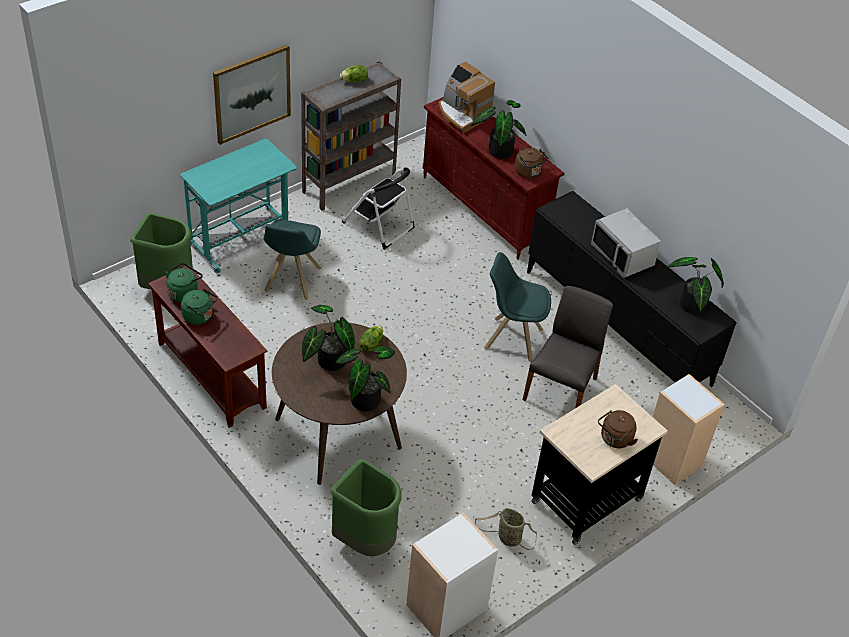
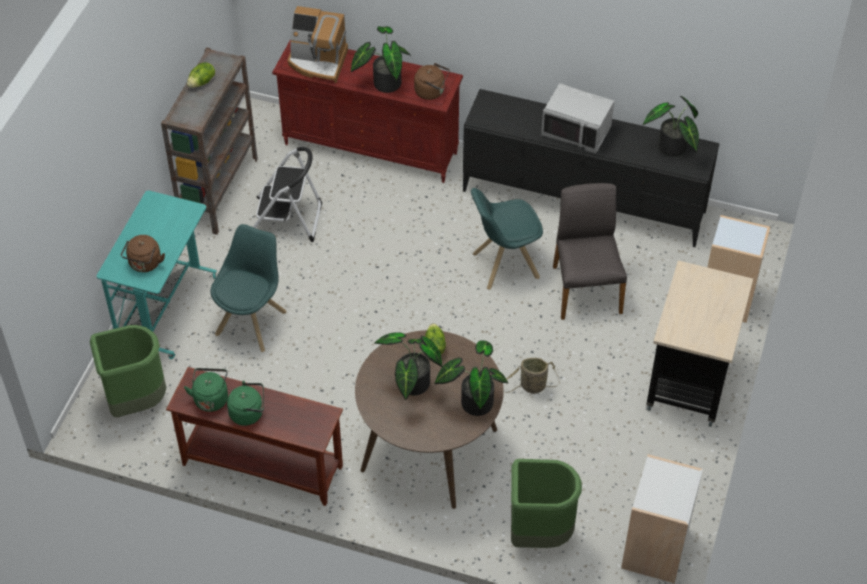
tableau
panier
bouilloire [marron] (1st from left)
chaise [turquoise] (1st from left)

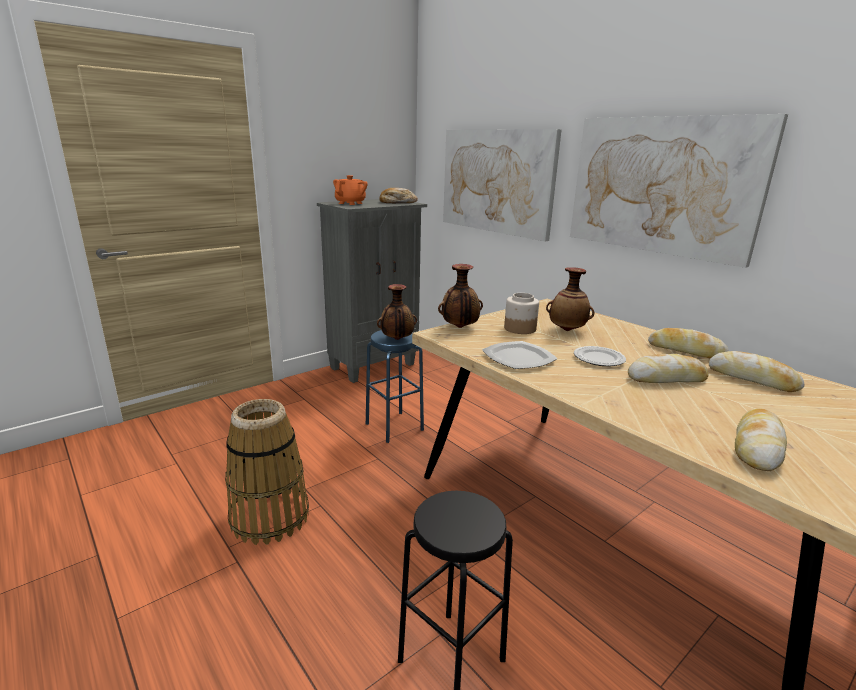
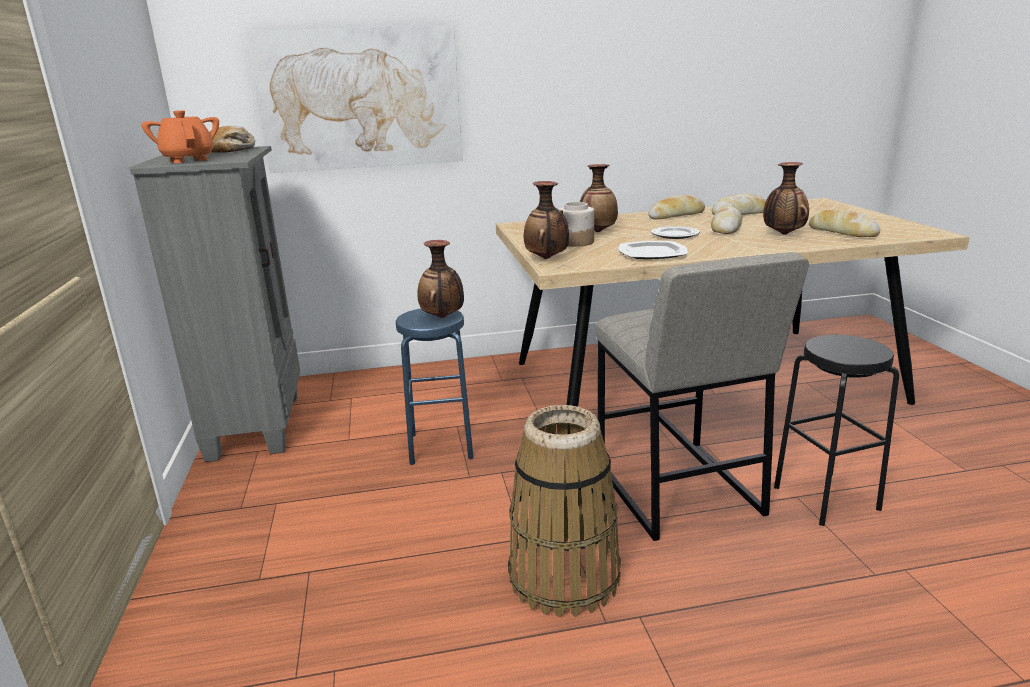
tableau (2nd from left in the first image)
chaise [gris]
vase (4th from left)

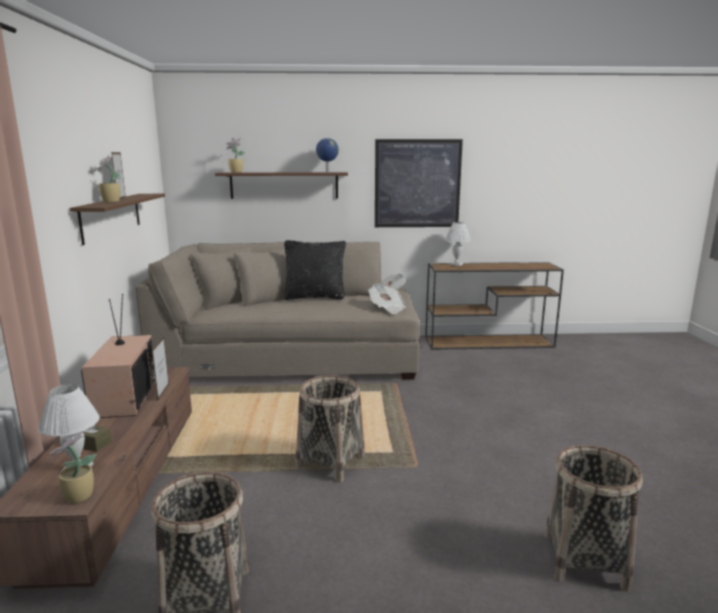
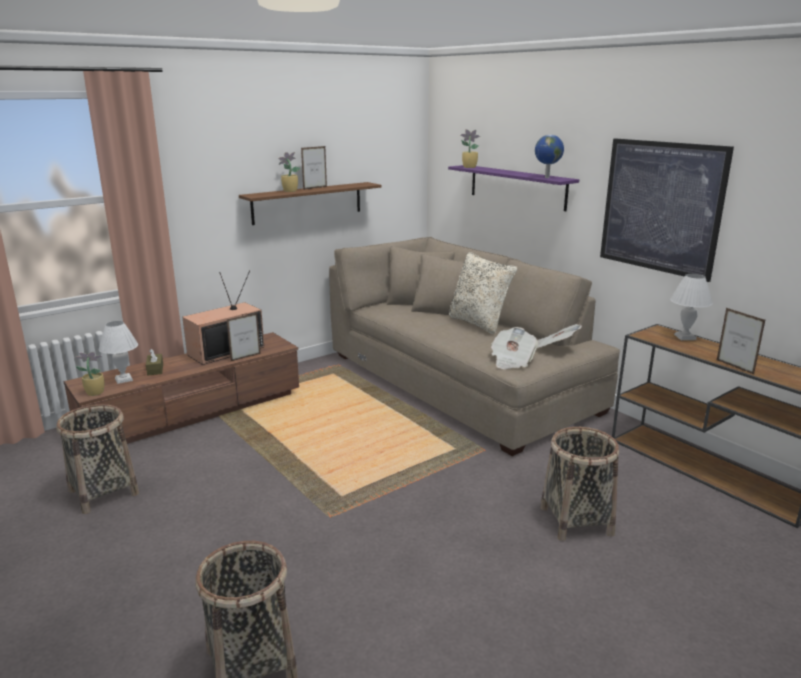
cadre photo (3rd from left)
panier (3rd from left)
étagère [violet]
coussin [beige]

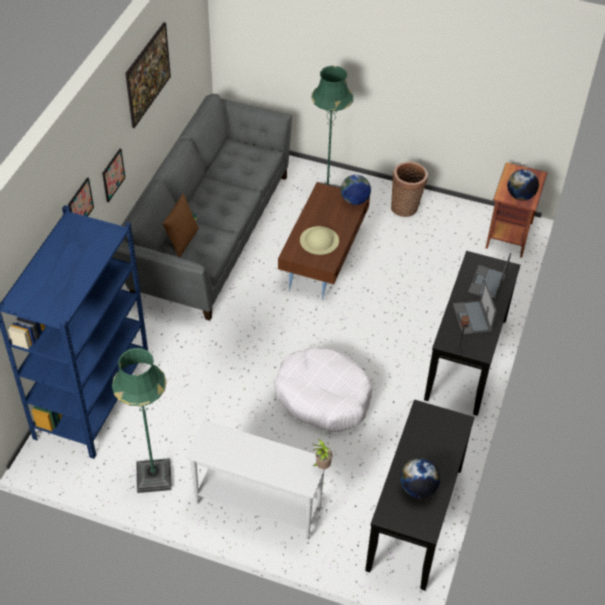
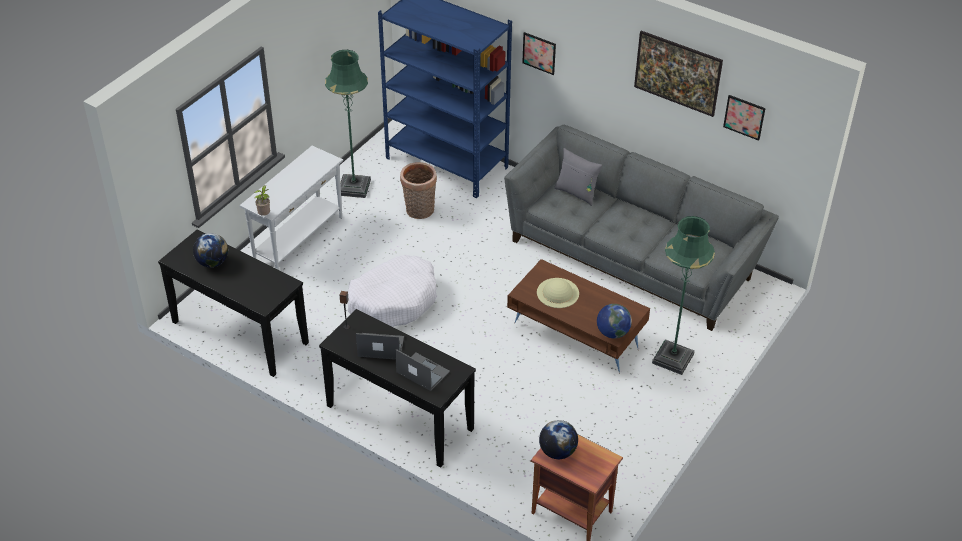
tableau (3rd from left)
panier
coussin [gris]

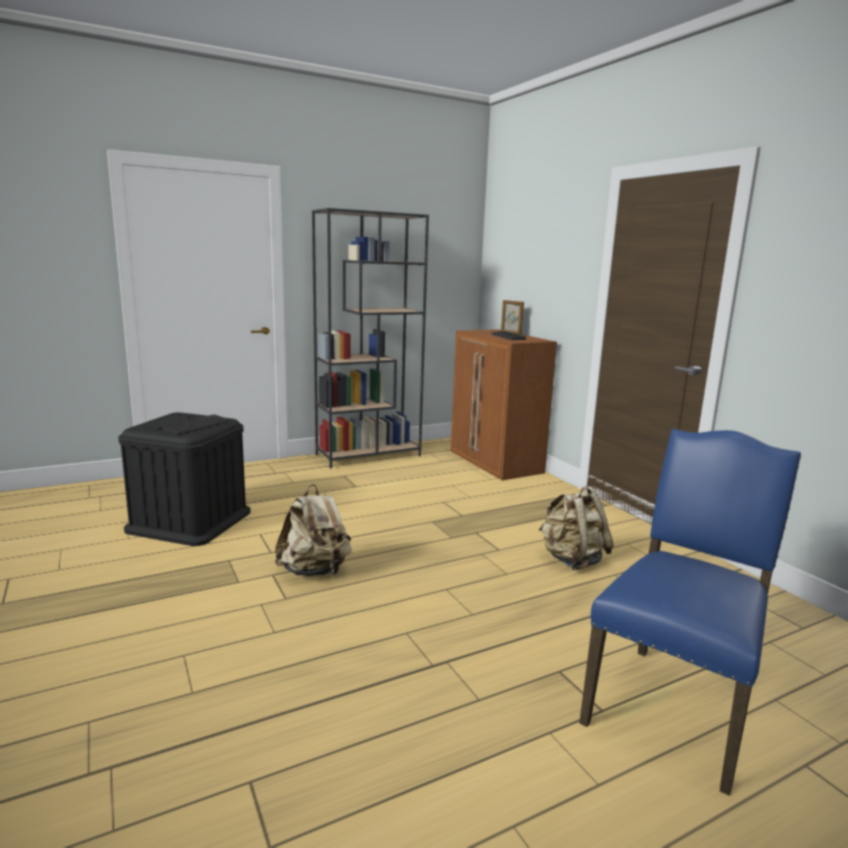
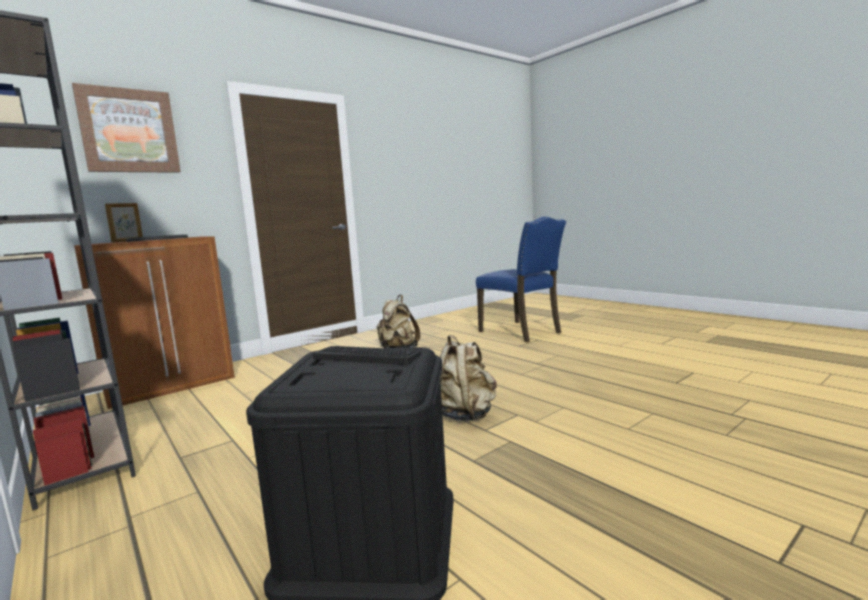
tableau
chaise [bleu]

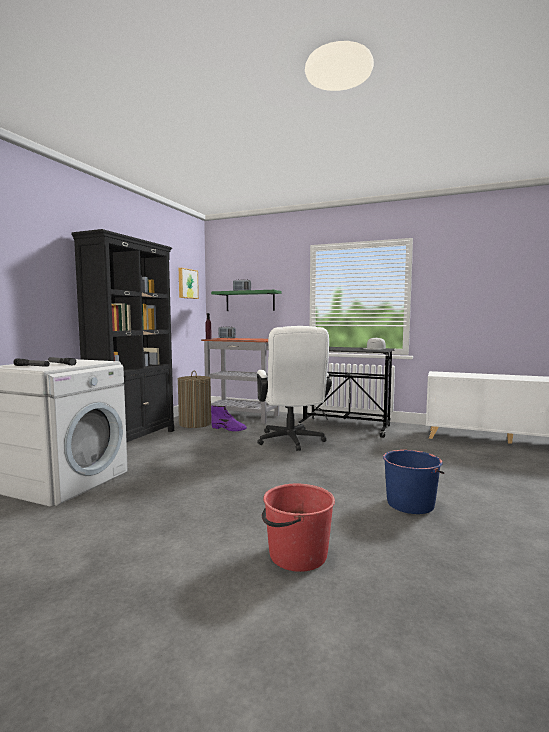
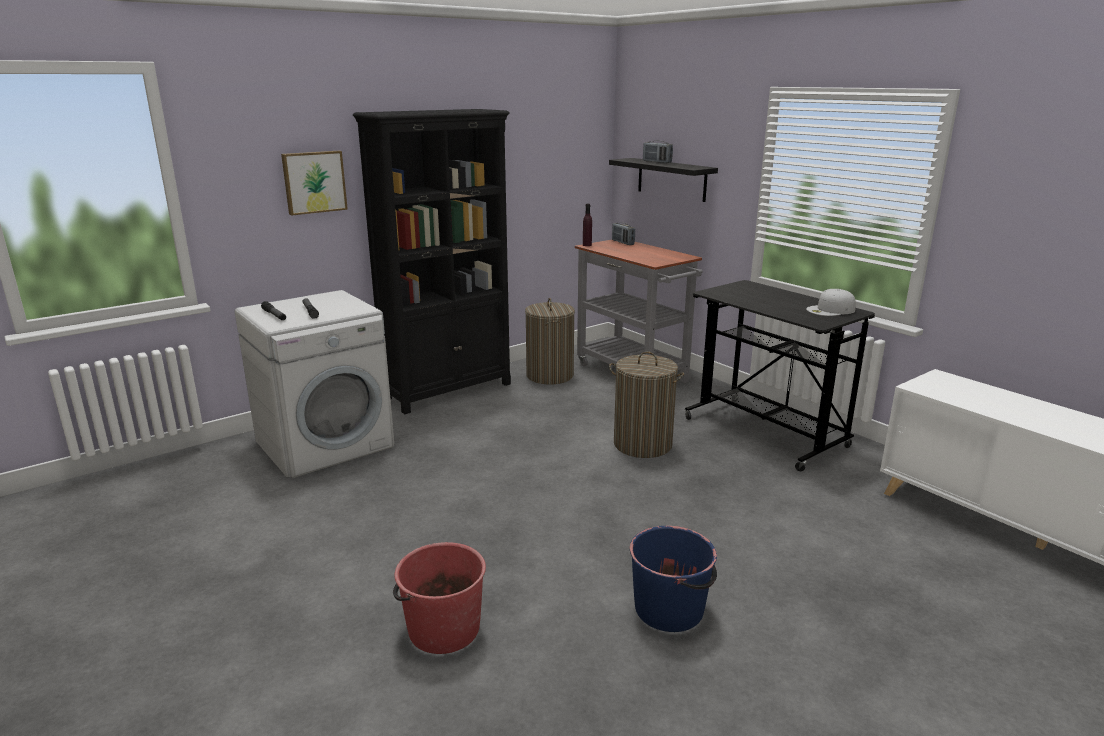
botte [violet]
tableau
panier à linge (2nd from left)
étagère [noir]

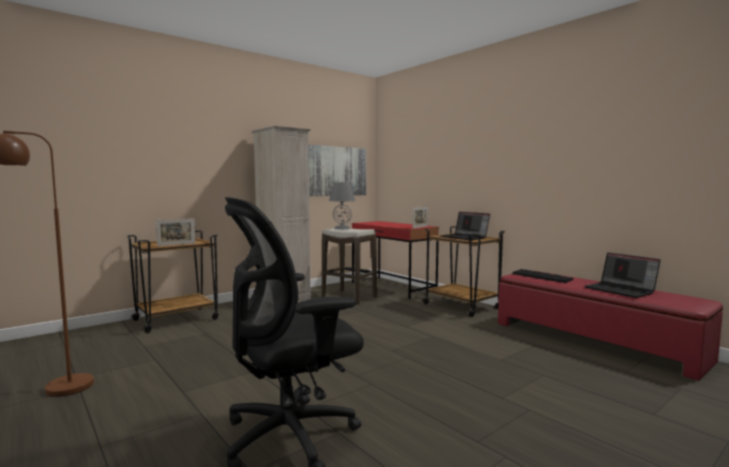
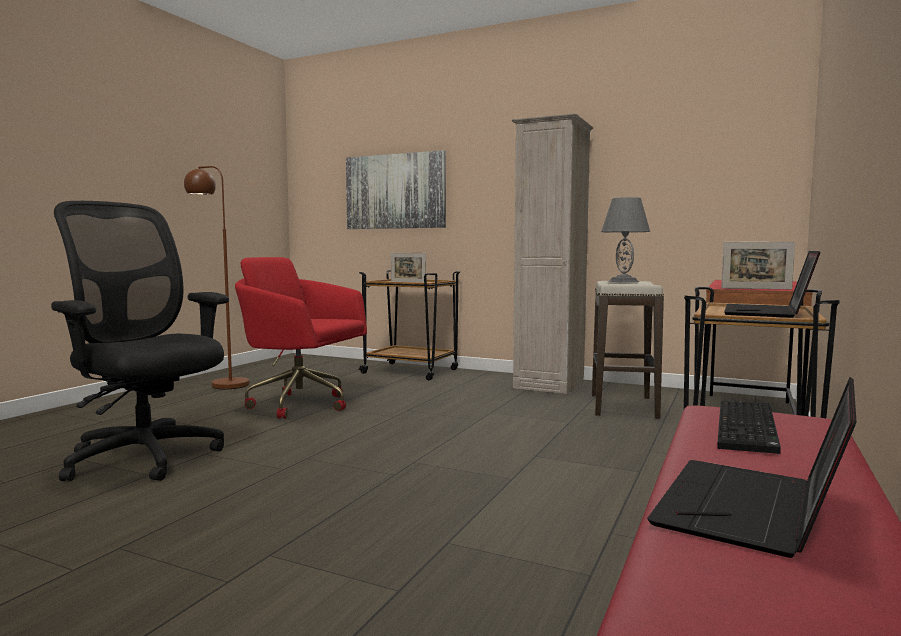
chaise de bureau [rouge]
tableau

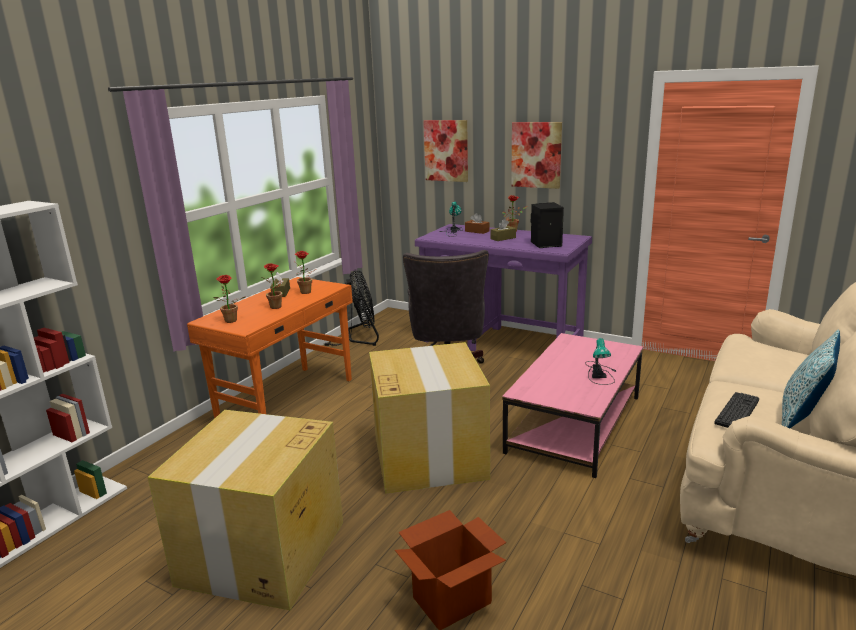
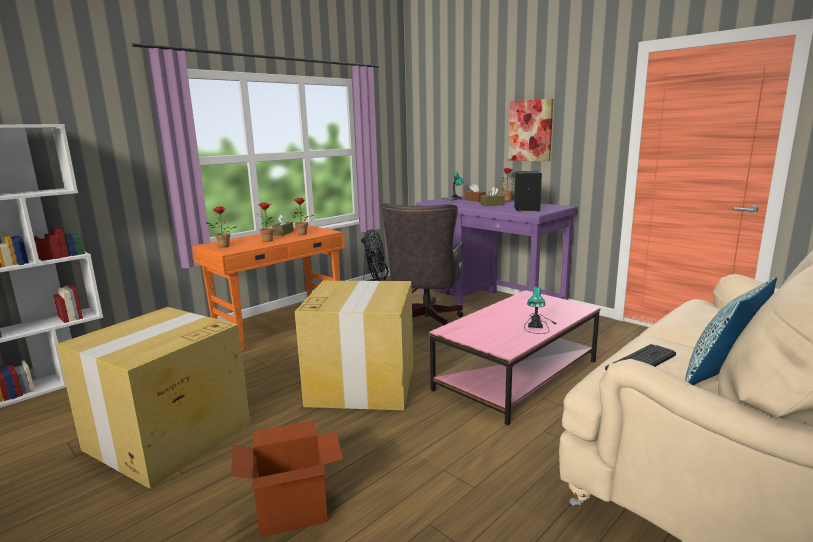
tableau (1st from left in the first image)

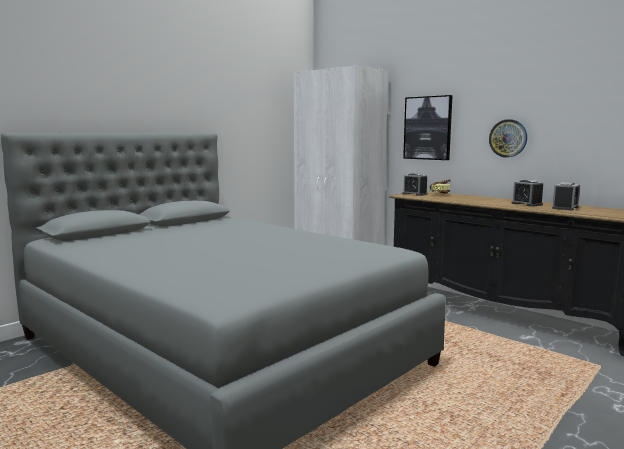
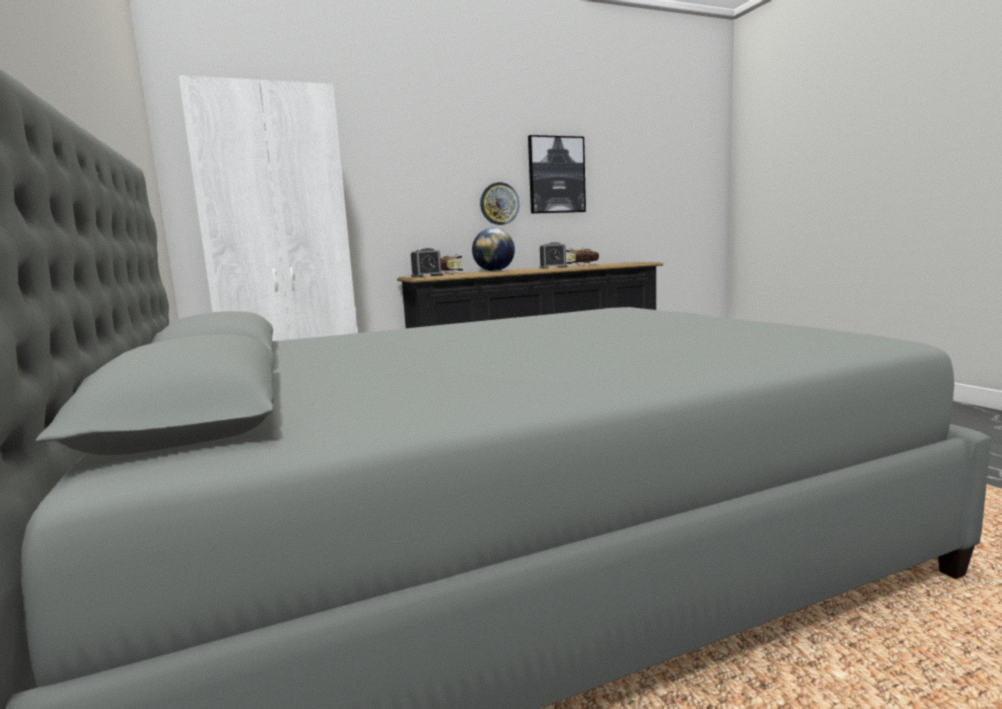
globe
tableau
livre (2nd from left)

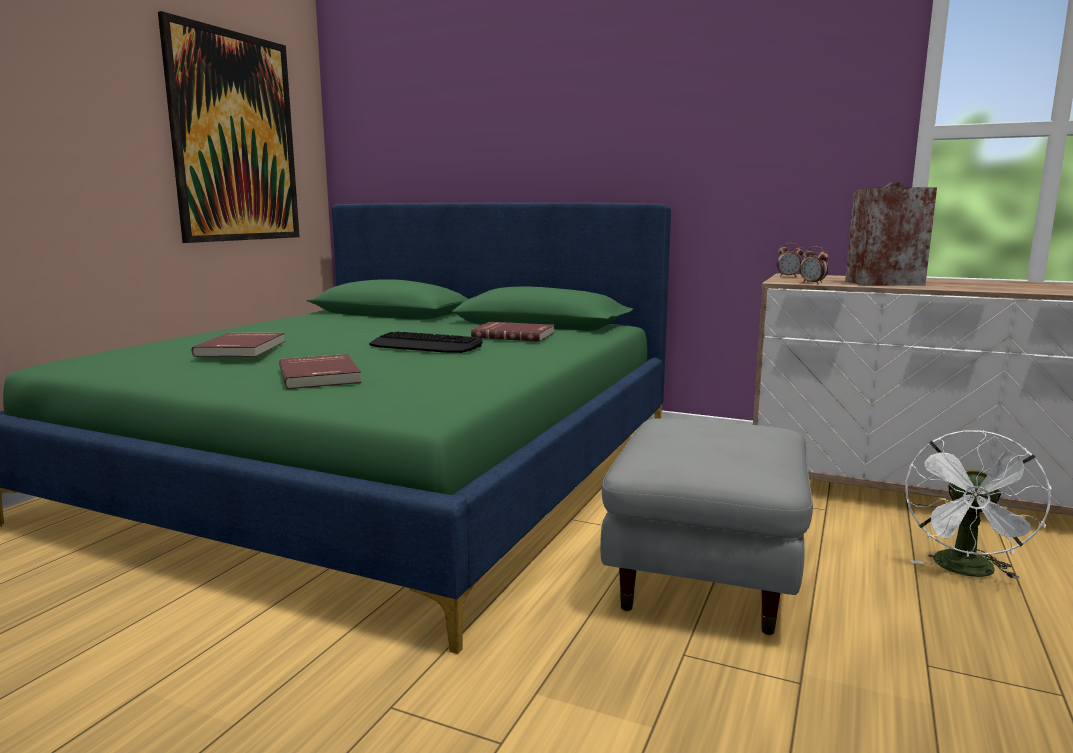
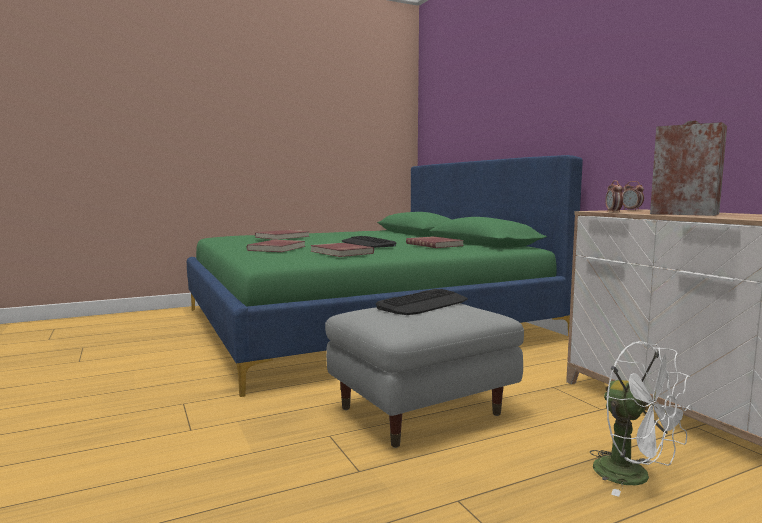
tableau
livre [rouge] (3rd from left)
clavier (2nd from left)
ventilateur [blanc]

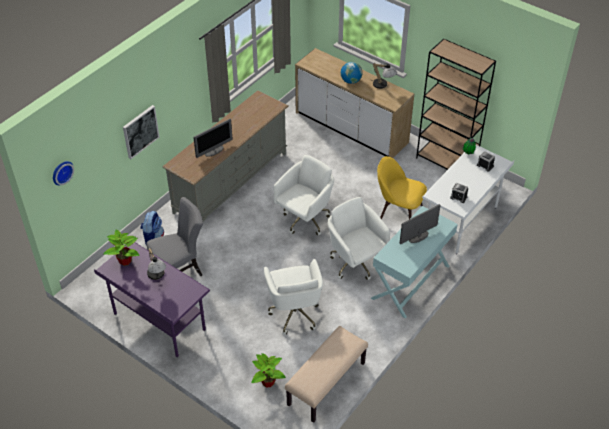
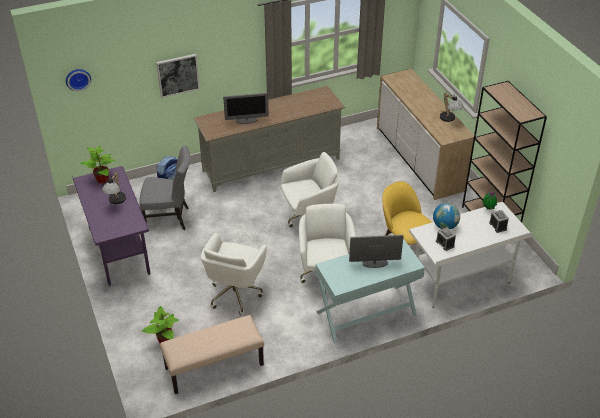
globe

